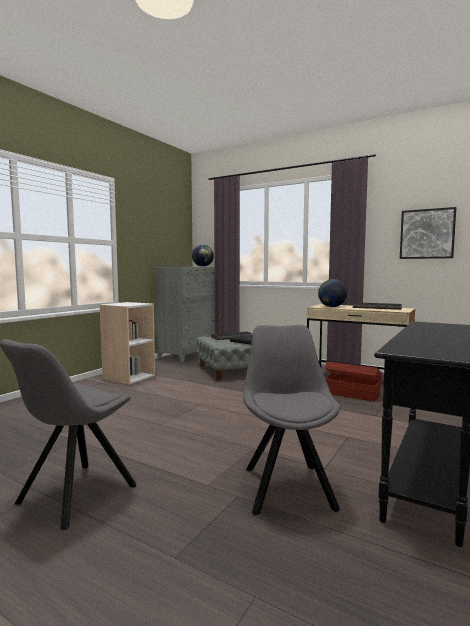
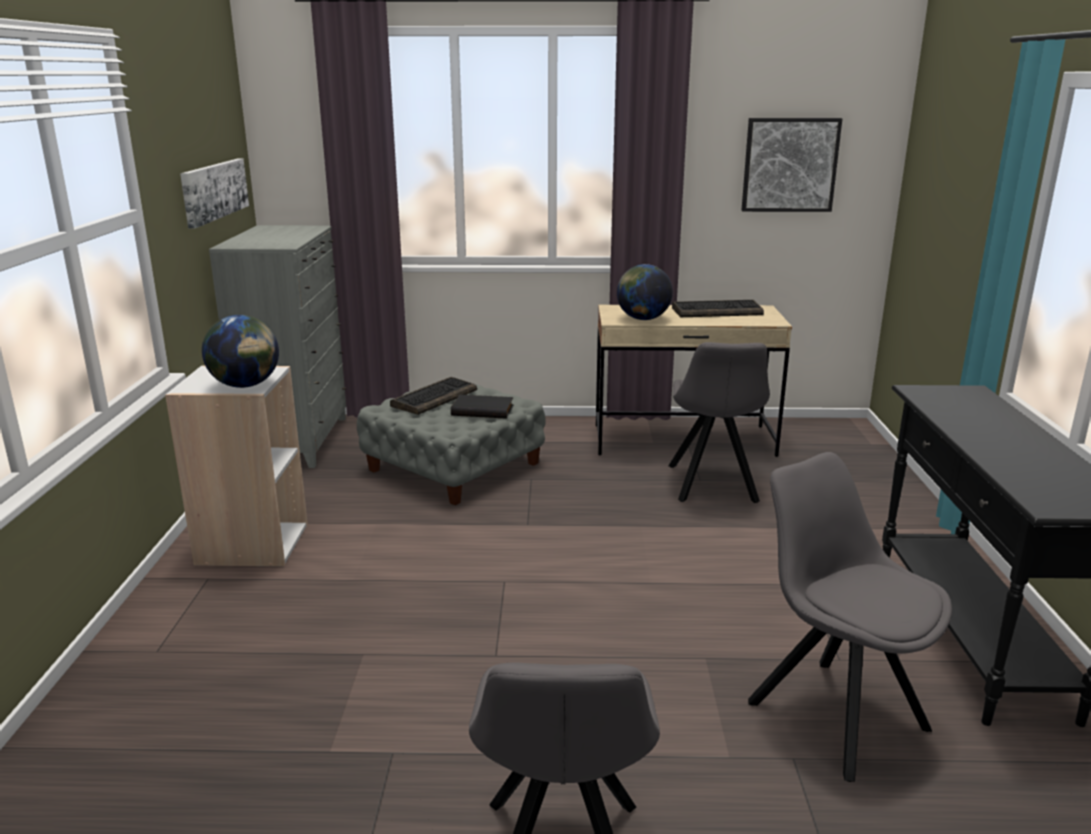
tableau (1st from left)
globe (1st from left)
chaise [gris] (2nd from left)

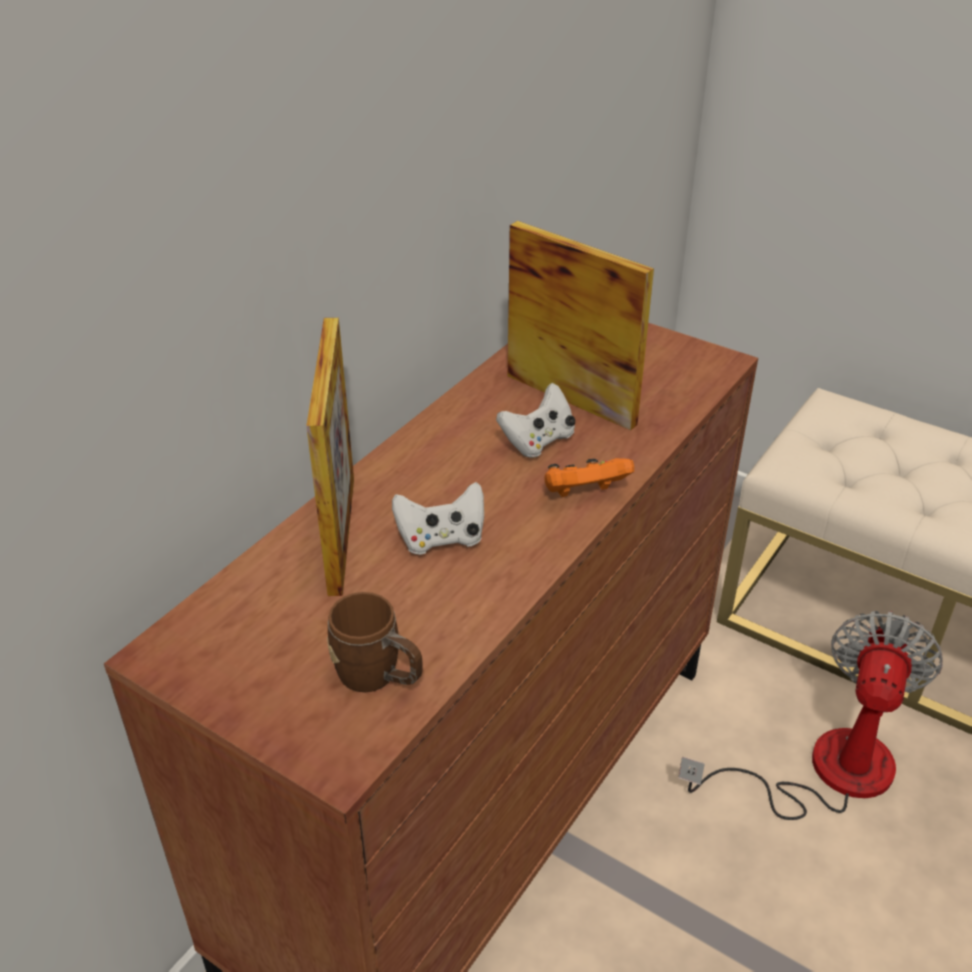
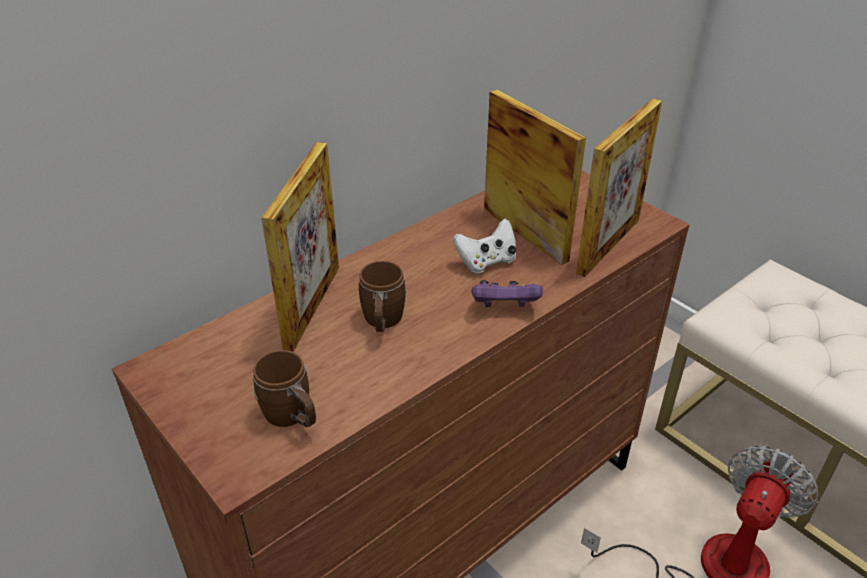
cadre photo (3rd from left)
mug [marron] (2nd from left)
manette [violet]

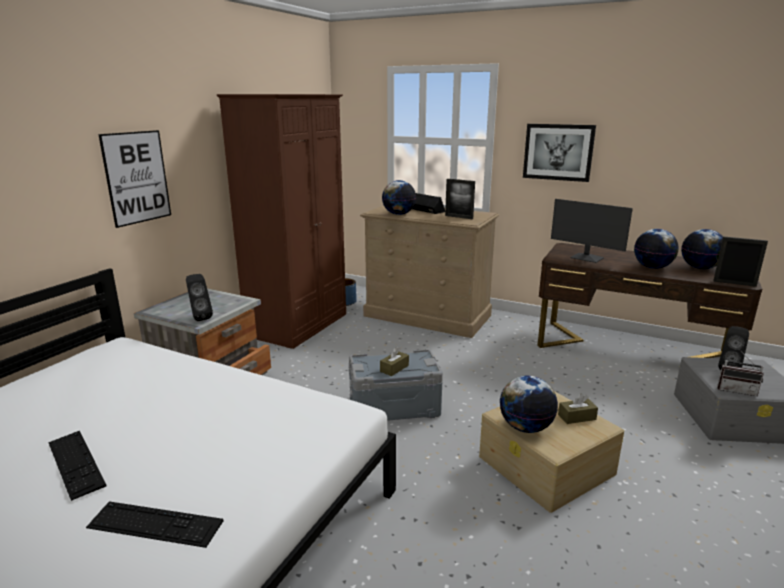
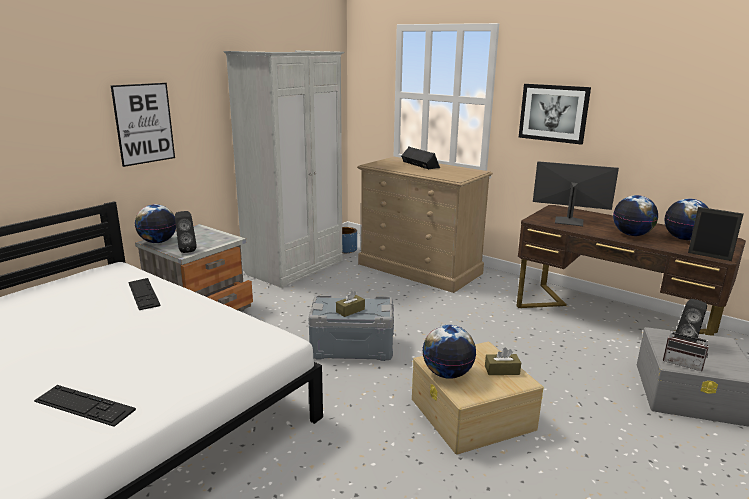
cadre photo (1st from left in the first image)
clavier (2nd from left)
globe (1st from left)
armoire [blanc]
écran d'ordinateur

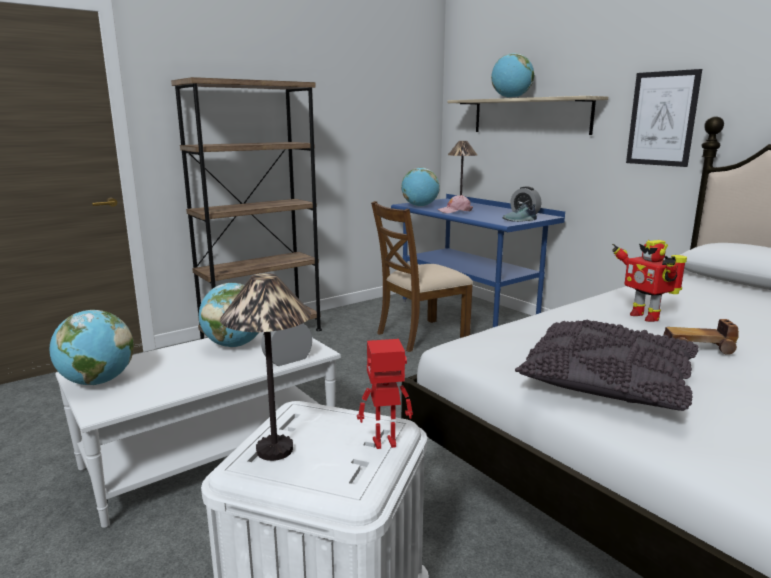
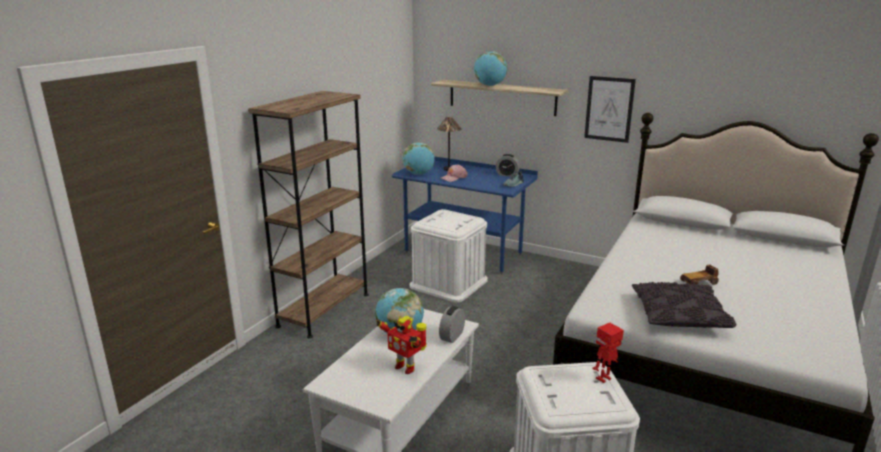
globe (1st from left in the first image)
lampe de table (1st from left in the first image)
robot jouet (1st from left)
boîte de rangement [blanc] (1st from left)

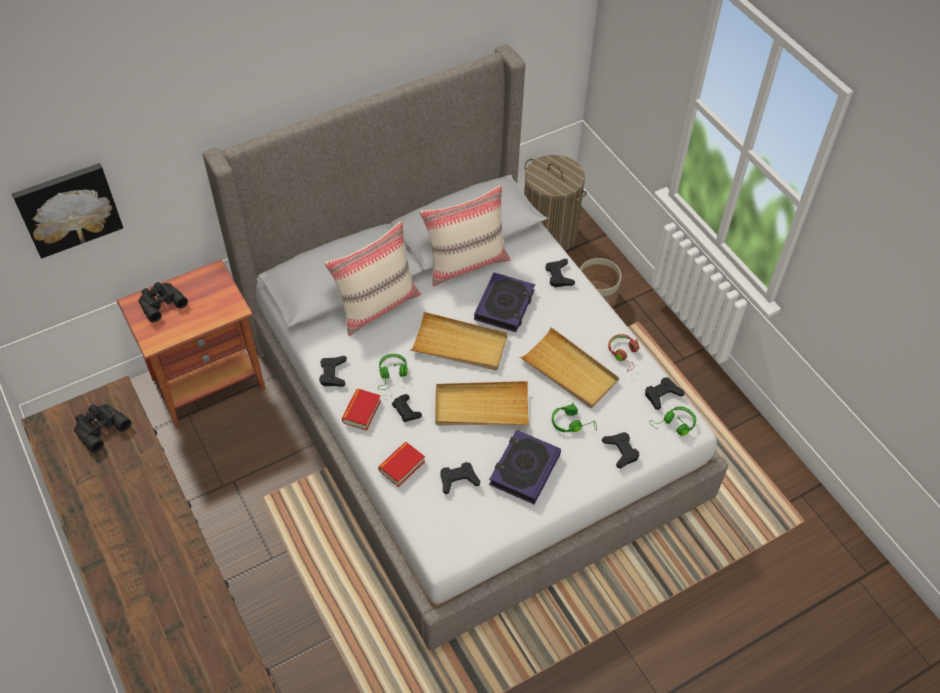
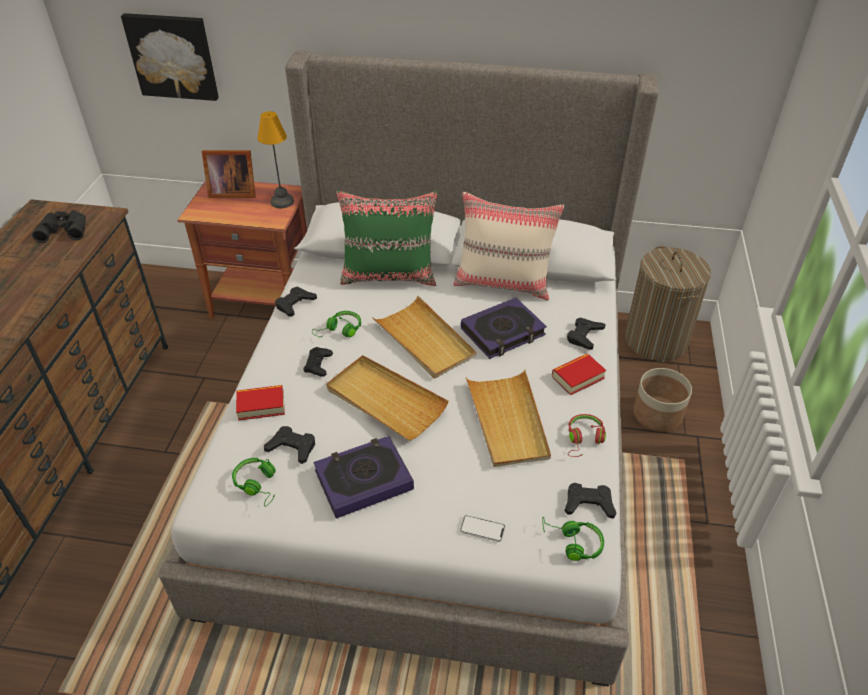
lampe de table
livre (4th from left)
casque audio [vert] (1st from left)
cadre photo
téléphone
coussin [vert]

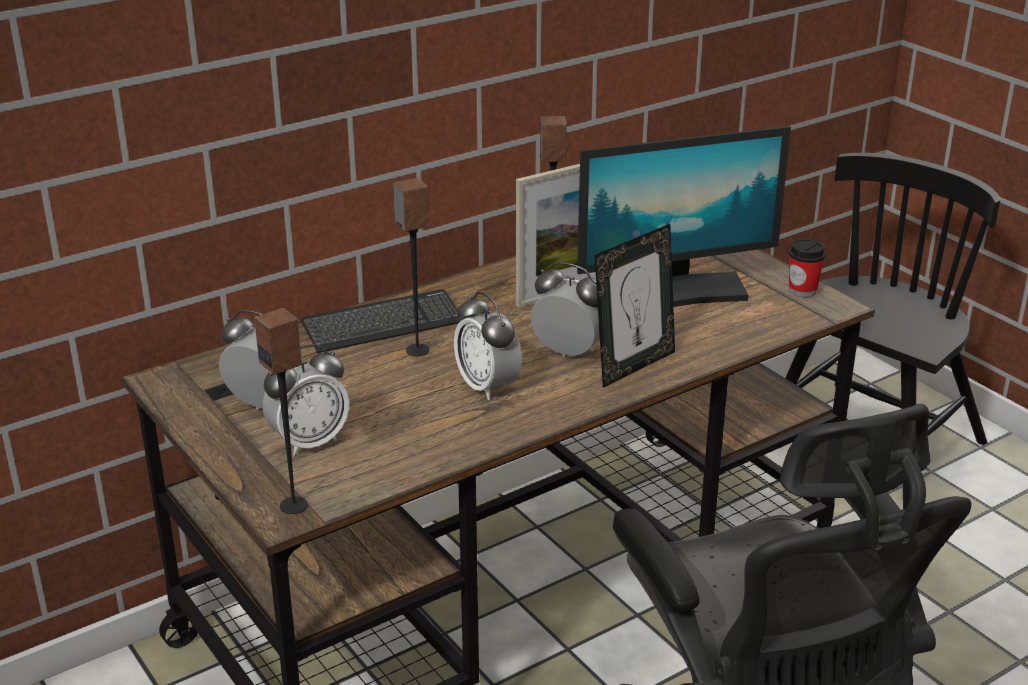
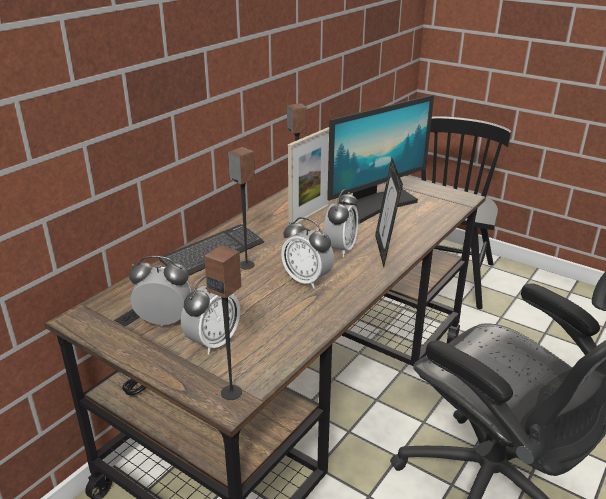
tasse
réveil (4th from left)
cadre photo (2nd from left)

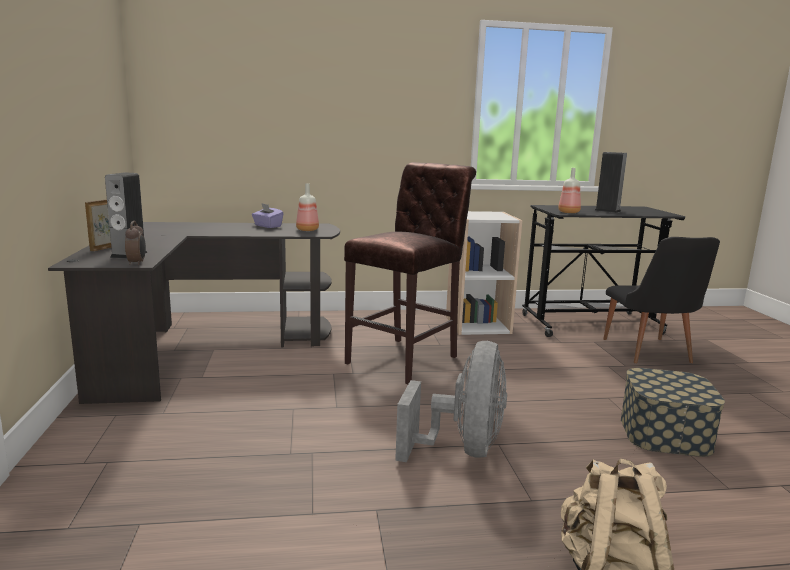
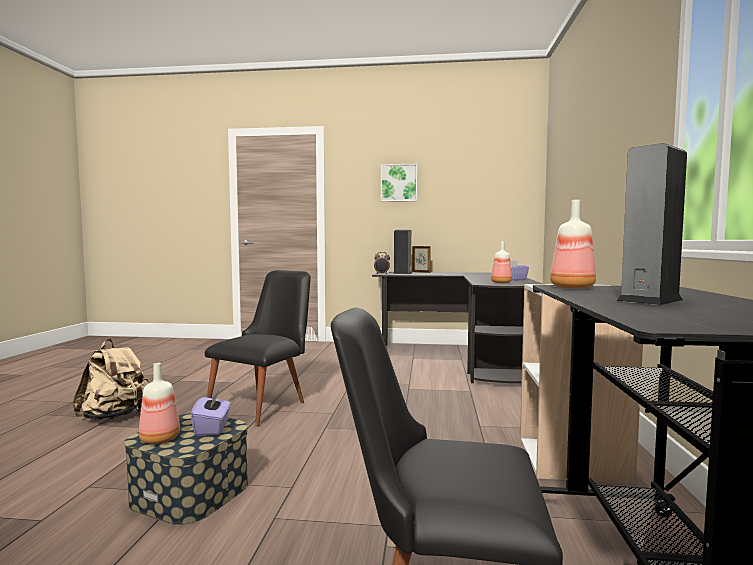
tabouret [marron]
bouteille (1st from left)
boîte à mouchoirs [violet] (1st from left)
tableau
chaise [noir] (1st from left)

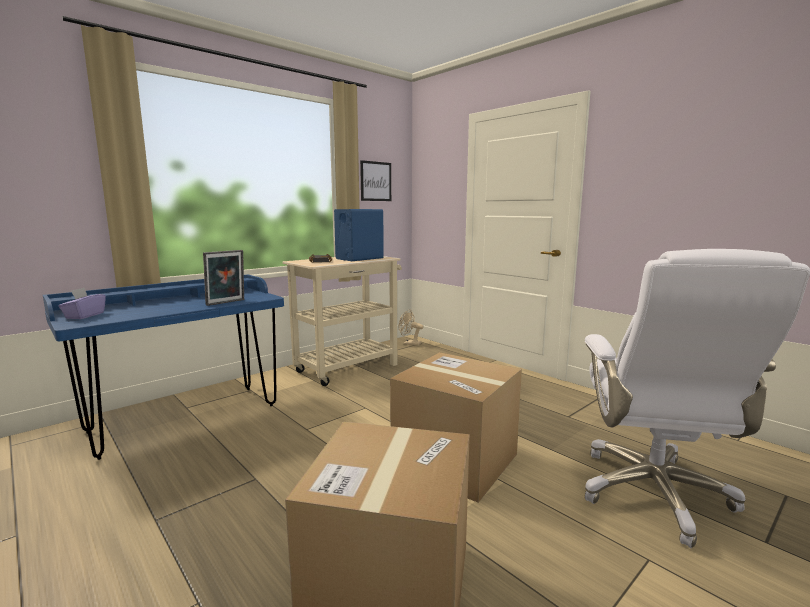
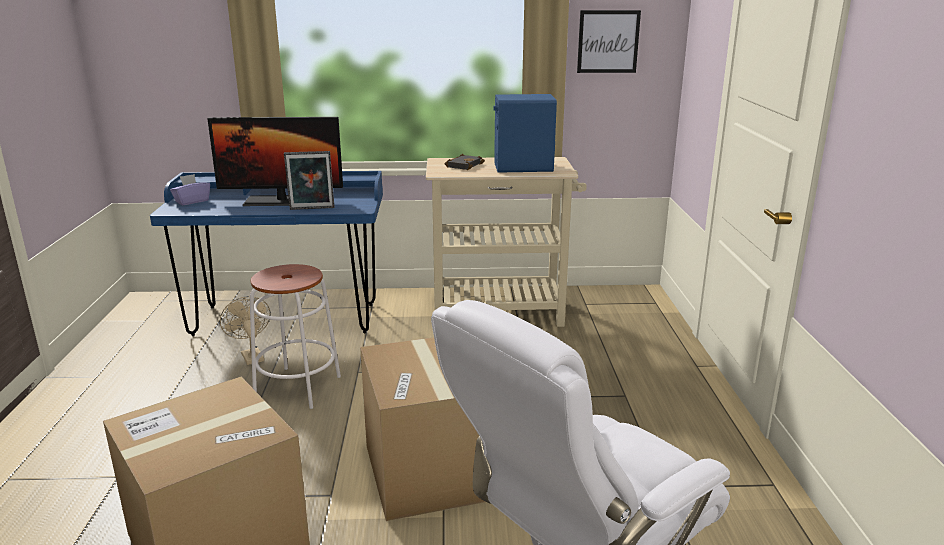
écran d'ordinateur
tabouret [blanc]
ventilateur [beige]

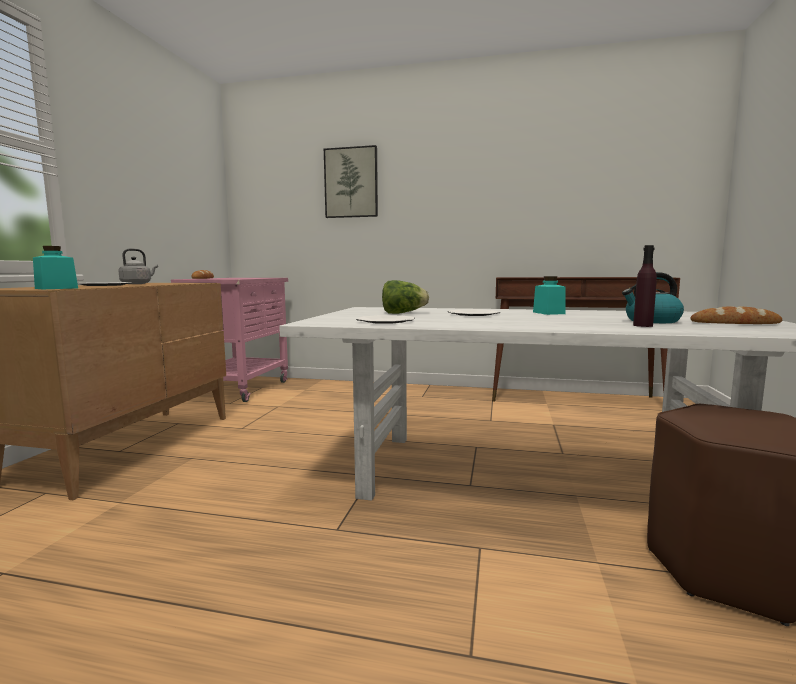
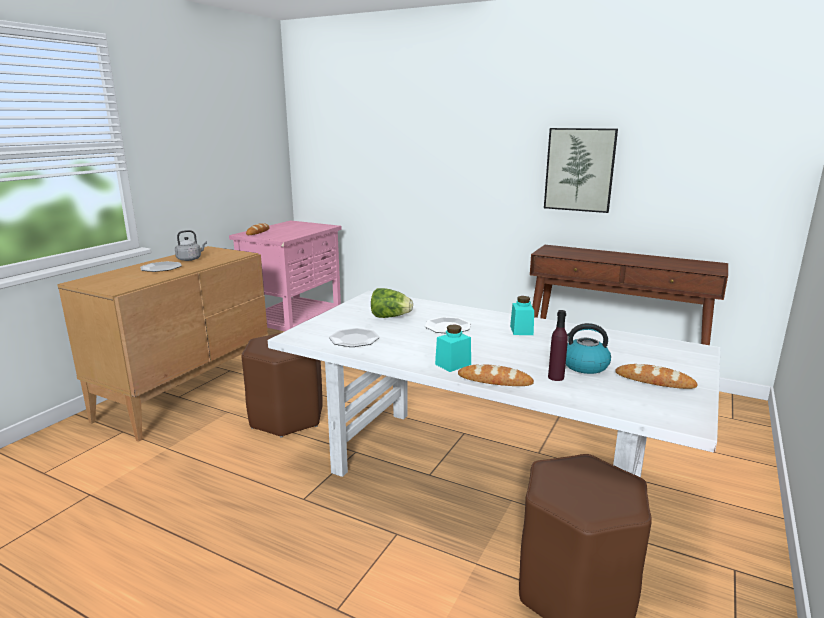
tabouret [marron] (1st from left)
pain (2nd from left)
bocal [turquoise] (1st from left)
tableau

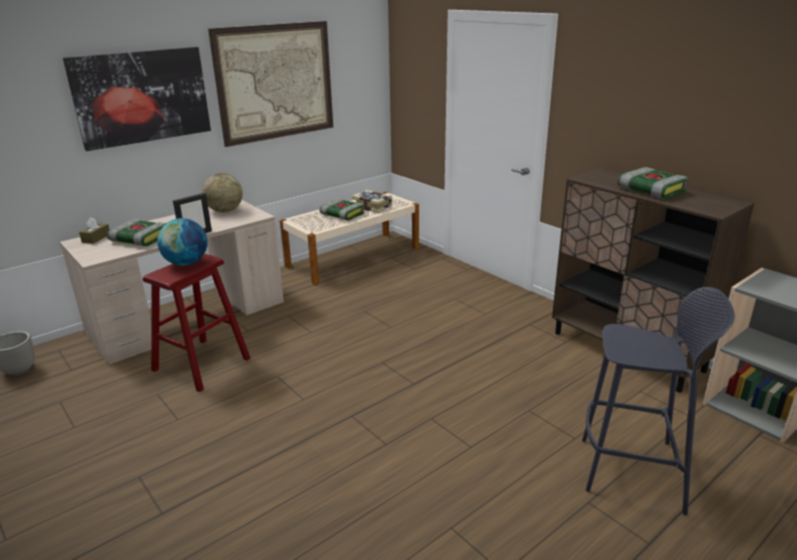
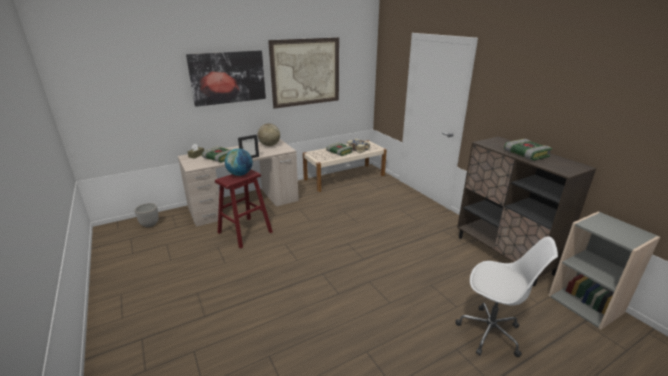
chaise de bureau [blanc]

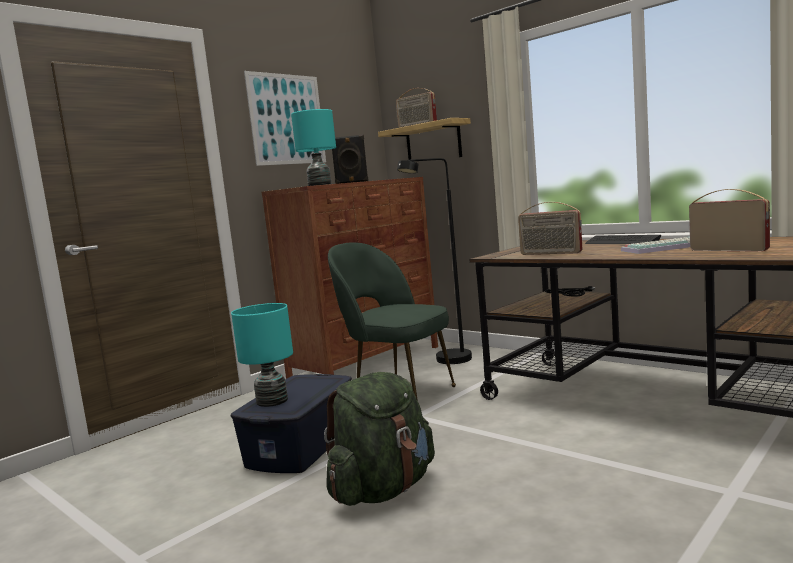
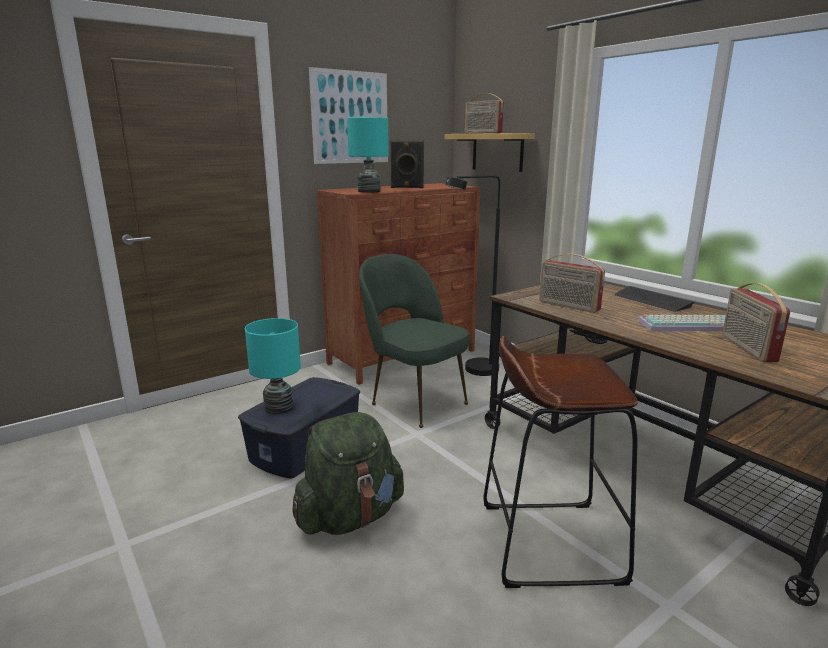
tabouret [marron]
radio (3rd from left)

